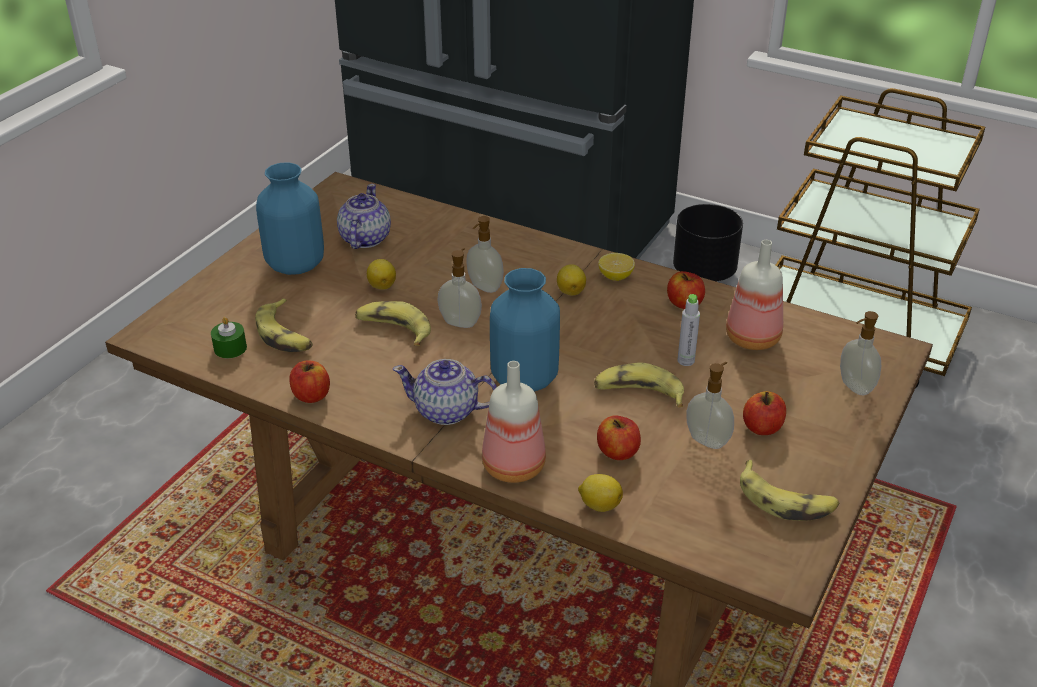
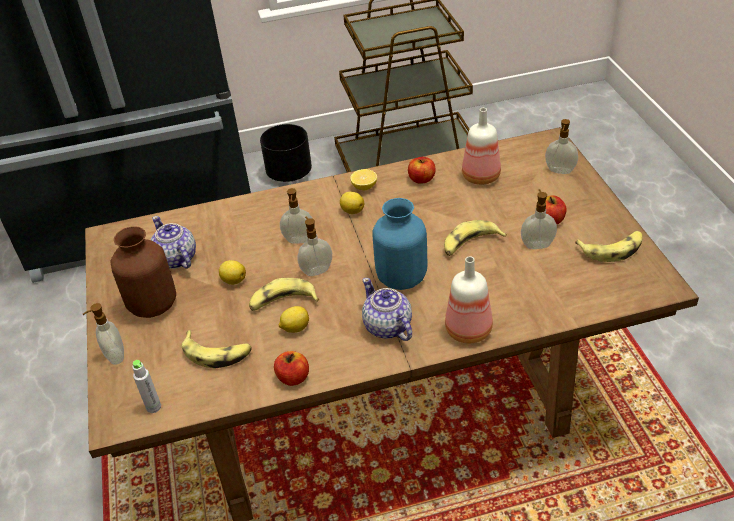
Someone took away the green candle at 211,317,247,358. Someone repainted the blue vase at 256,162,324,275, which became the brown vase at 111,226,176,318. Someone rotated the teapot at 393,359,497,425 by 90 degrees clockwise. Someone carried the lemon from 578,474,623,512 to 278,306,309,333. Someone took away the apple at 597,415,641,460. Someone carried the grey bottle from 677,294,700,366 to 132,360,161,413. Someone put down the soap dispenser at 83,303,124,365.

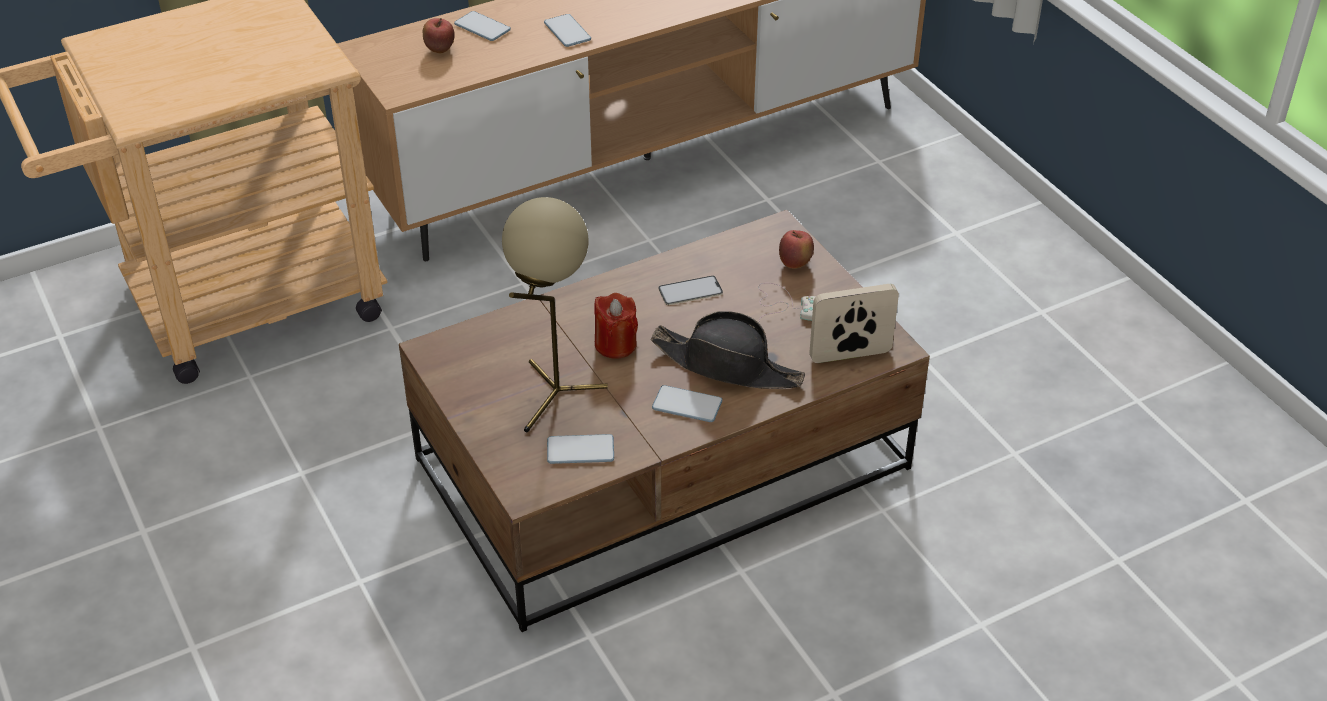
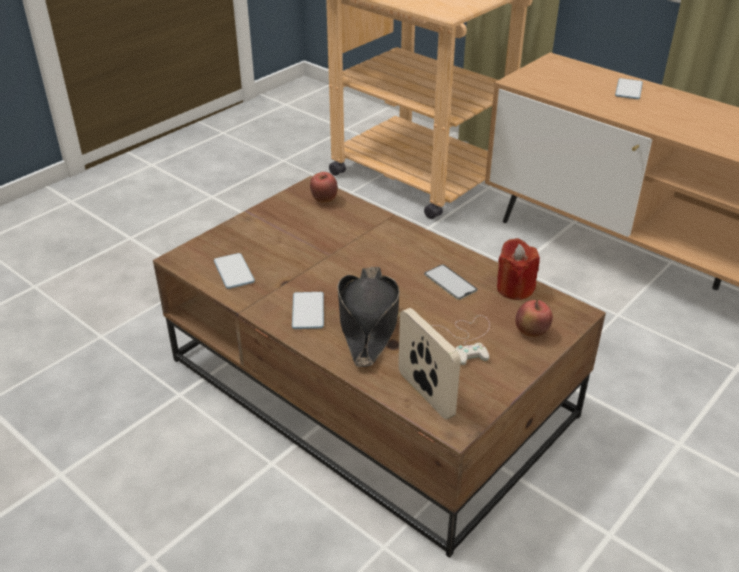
Someone carried the apple from 423,18,455,53 to 310,172,338,203. Someone took away the beige table lamp at 502,197,608,432. Someone took away the phone at 544,14,591,47. Someone carried the red candle from 594,293,638,359 to 497,238,540,300.

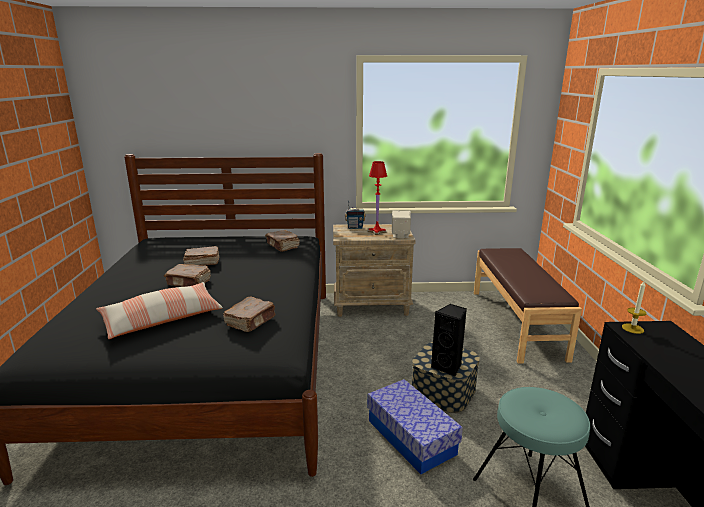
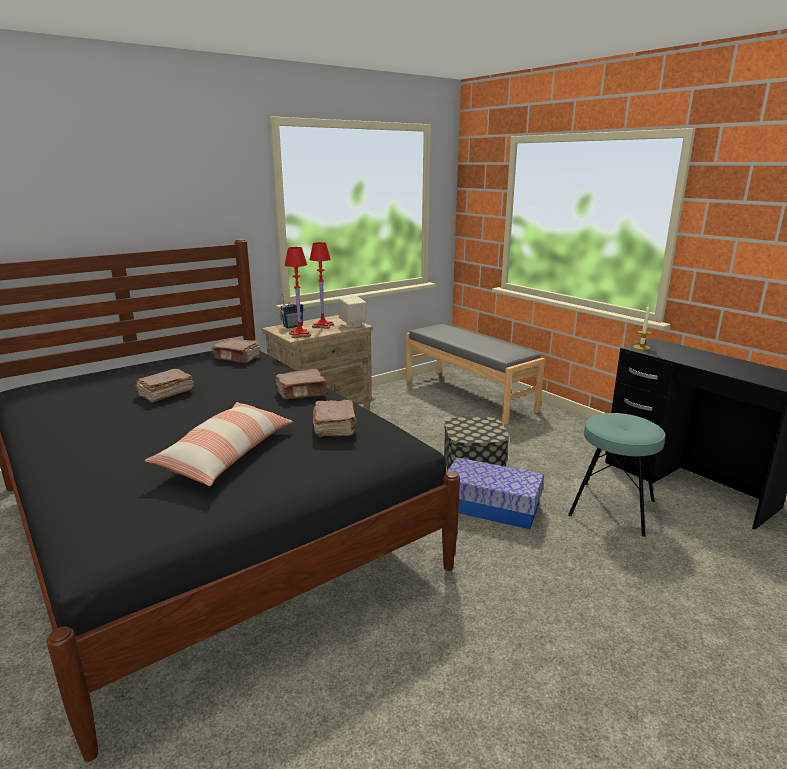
Someone carried the brown book from 164,264,211,287 to 276,369,328,399. Someone took away the black speaker at 431,304,467,377. Someone repainted the brown bench at 474,248,582,364, which became the grey bench at 406,324,545,425. Someone put down the red table lamp at 285,247,311,338.

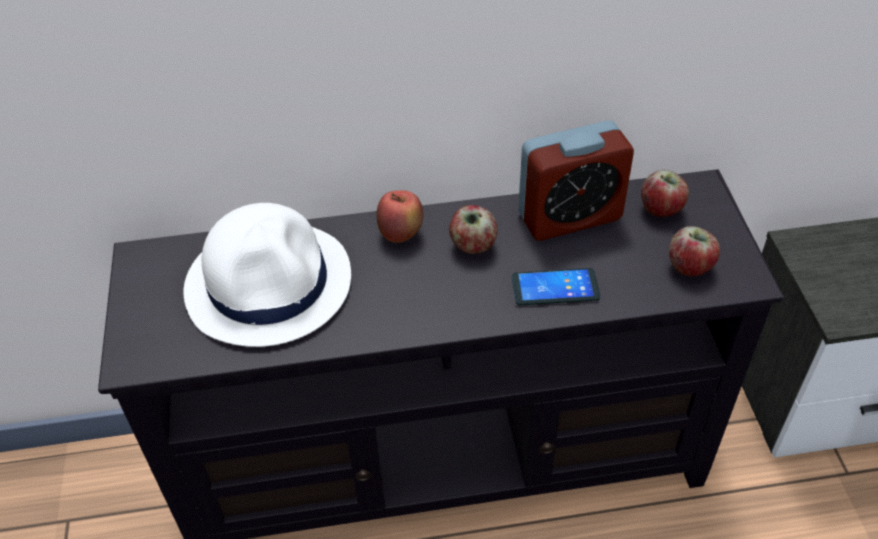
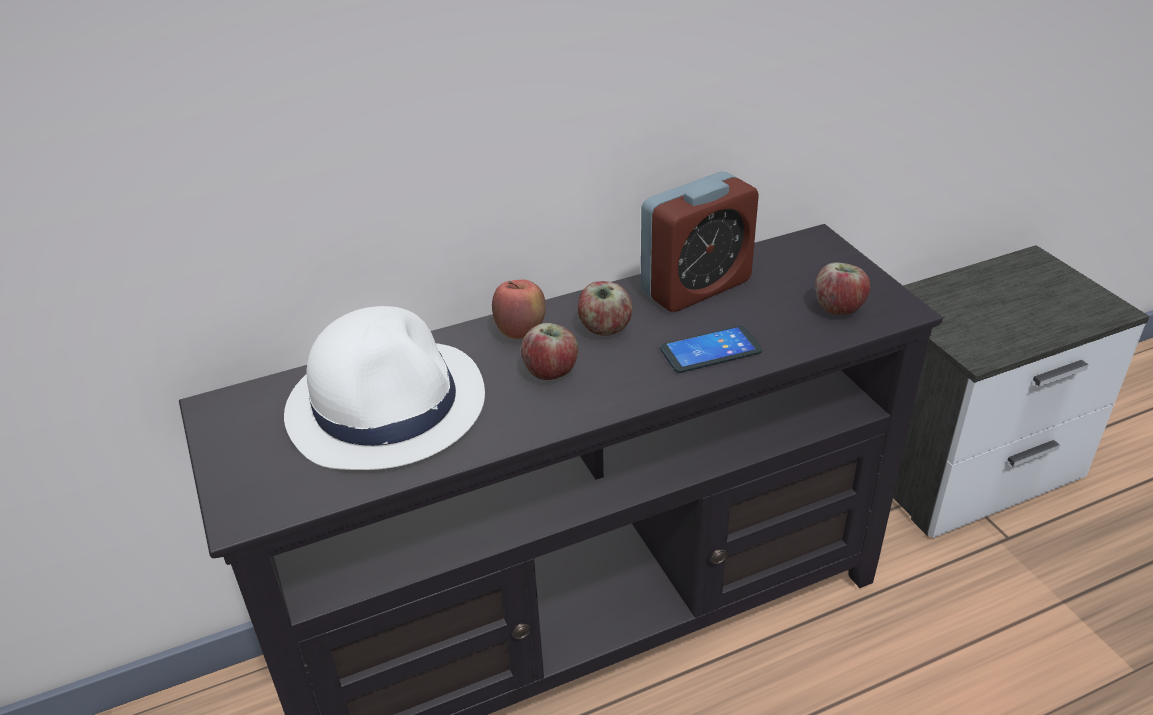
Someone carried the apple from 641,170,689,217 to 521,323,578,380.

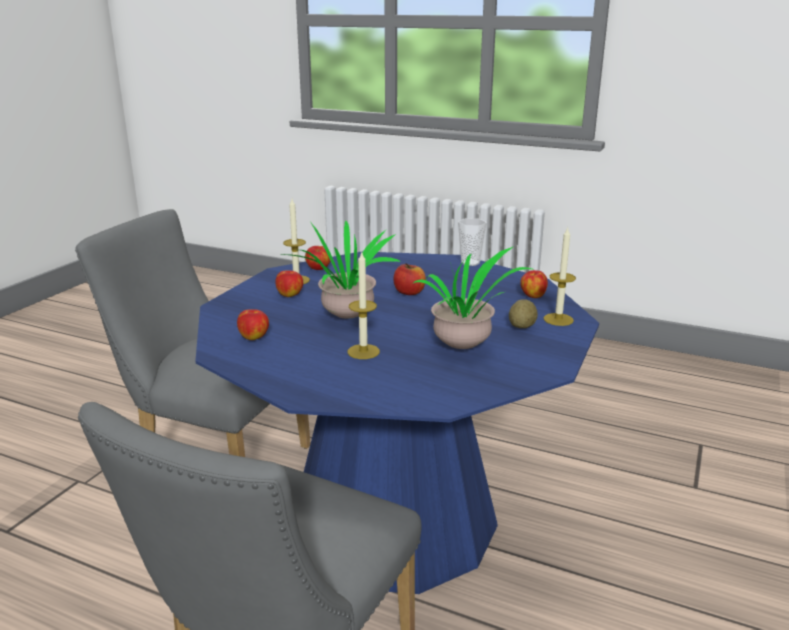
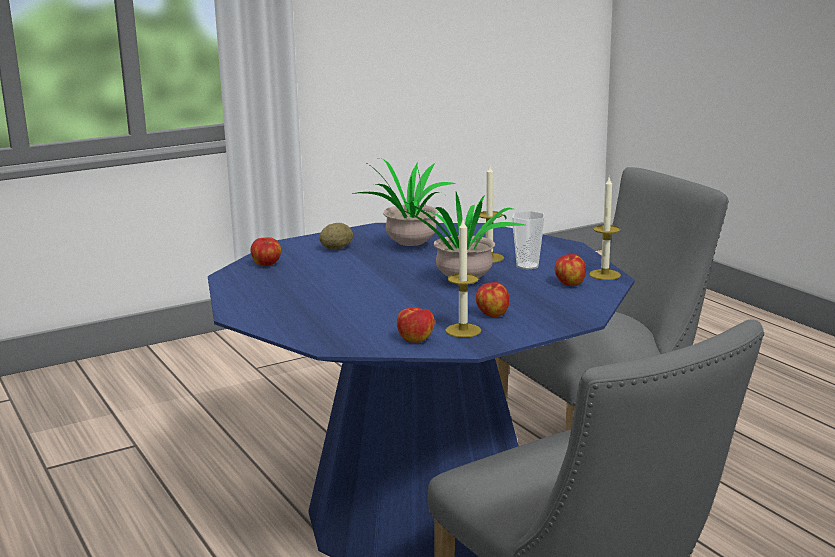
Someone took away the apple at 394,263,426,295. Someone carried the cup from 458,218,487,266 to 512,211,545,270. Someone carried the candle from 543,228,576,326 to 589,177,621,280.

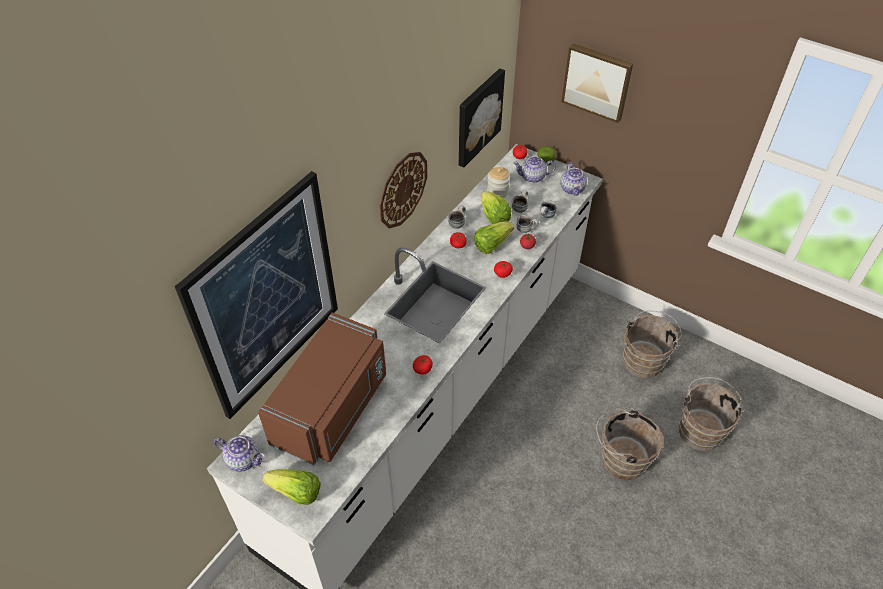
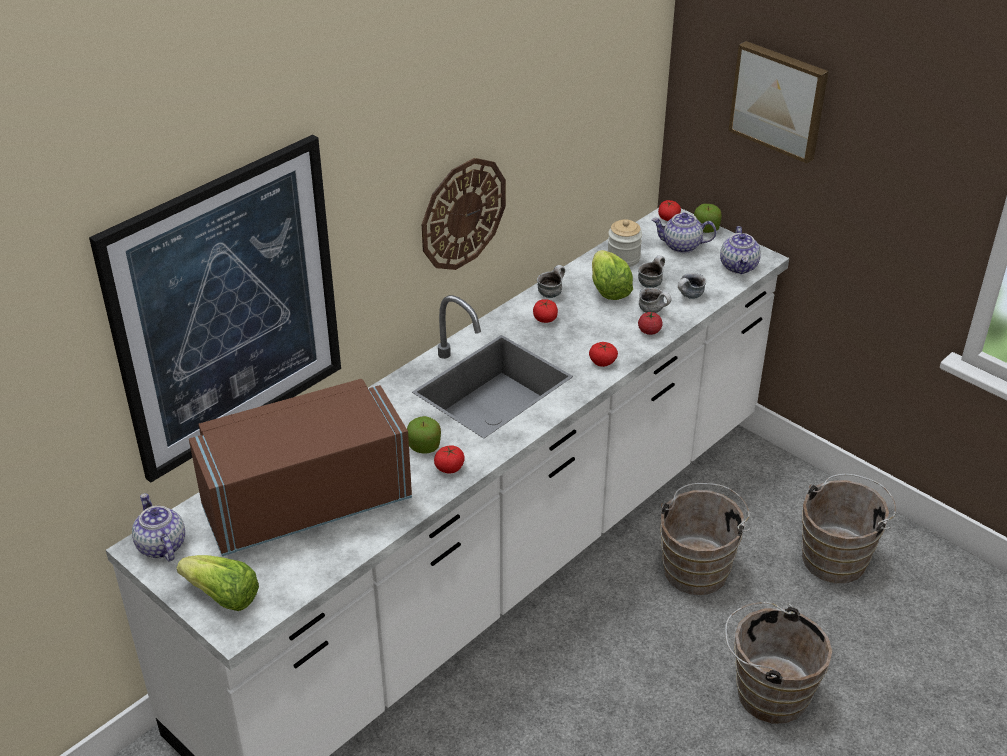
Someone rotated the teapot at 214,435,265,471 by 150 degrees counterclockwise. Someone rotated the brown microwave at 258,312,386,466 by 150 degrees counterclockwise. Someone took away the picture at 459,68,505,168. Someone took away the lettuce at 474,222,514,254. Someone carried the brown bucket from 679,377,745,451 to 660,483,750,595. Someone put down the apple at 407,416,441,454.

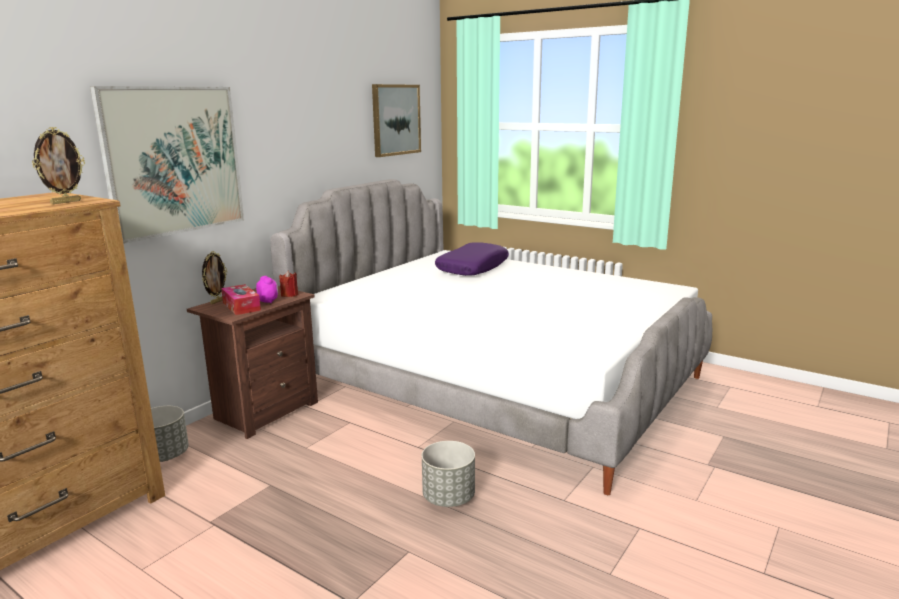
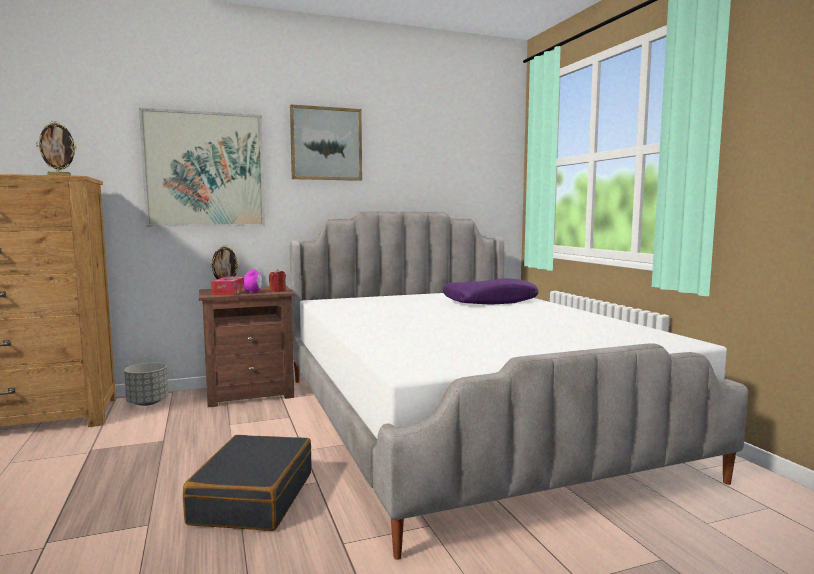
Someone carried the picture from 372,84,421,157 to 290,104,362,181. Someone swapped the grey planter at 422,441,475,507 for the black suitcase at 183,435,312,531.

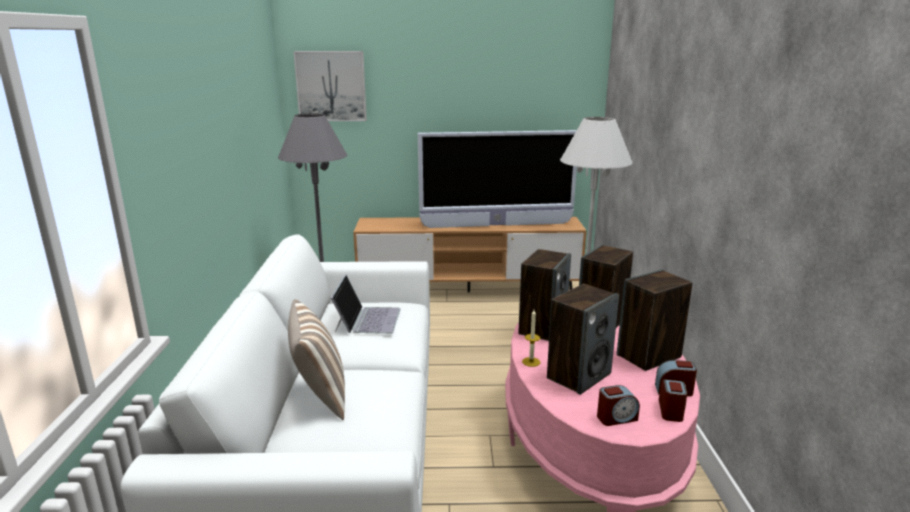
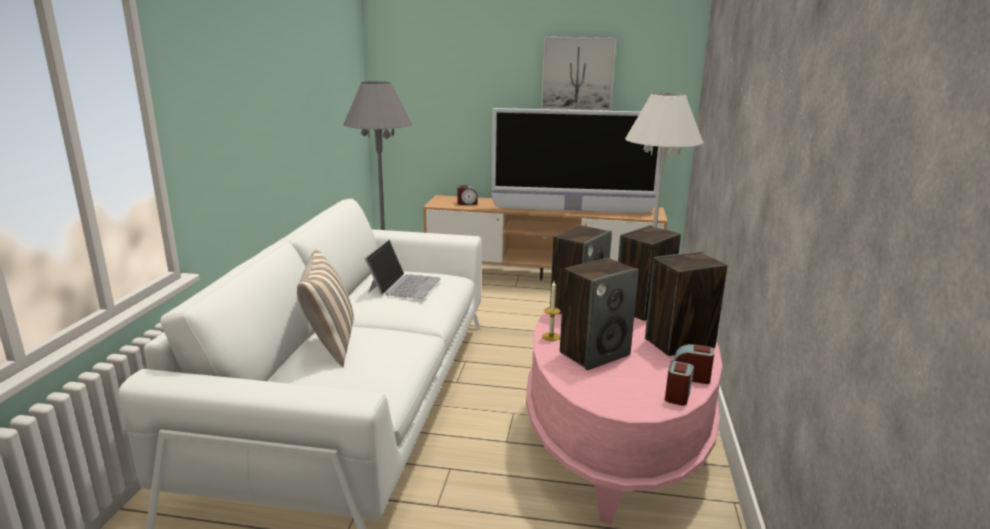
Someone carried the picture from 293,51,367,121 to 541,37,616,111. Someone carried the alarm clock from 597,385,640,426 to 457,185,478,205.

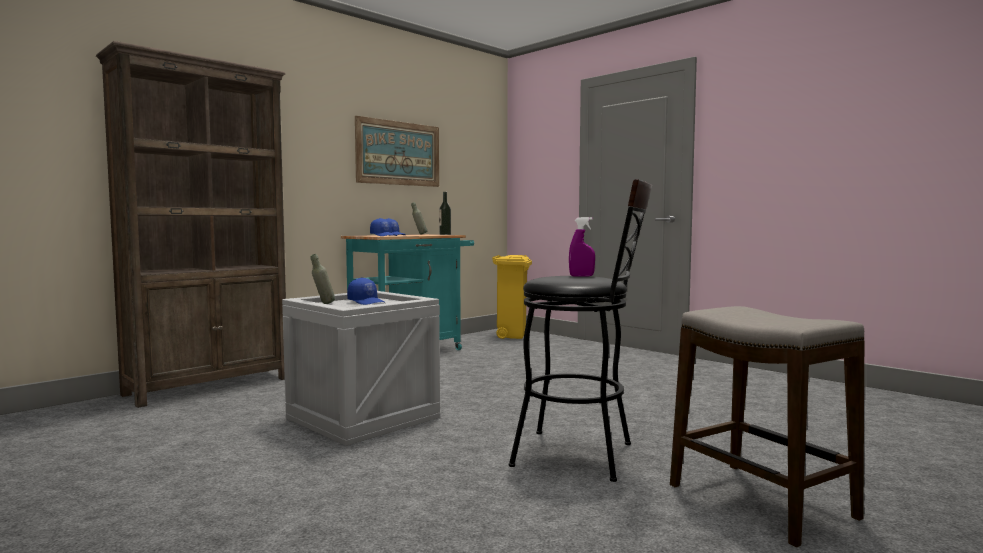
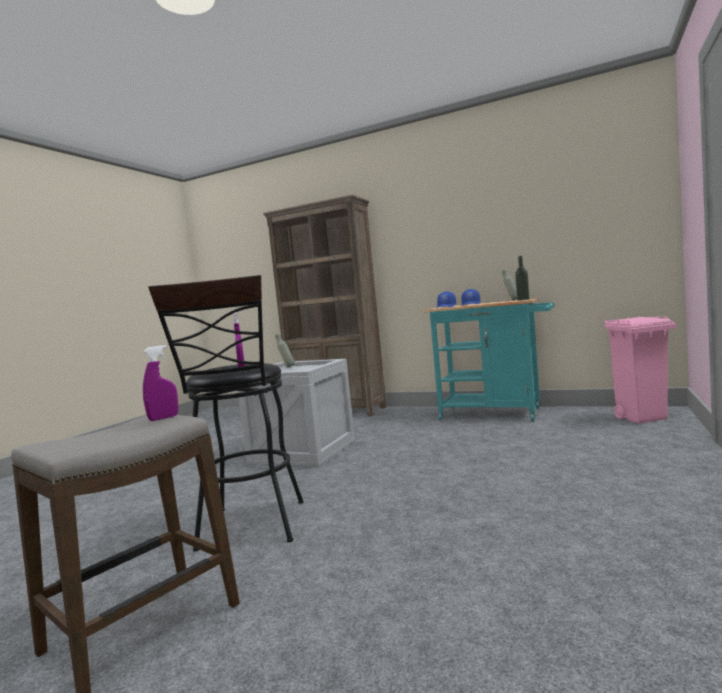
Someone took away the blue cap at 347,277,384,305. Someone took away the picture at 355,116,439,187. Someone repainted the yellow trash can at 492,255,532,339, which became the pink trash can at 604,316,676,424. Someone put down the purple spray bottle at 143,345,178,421.

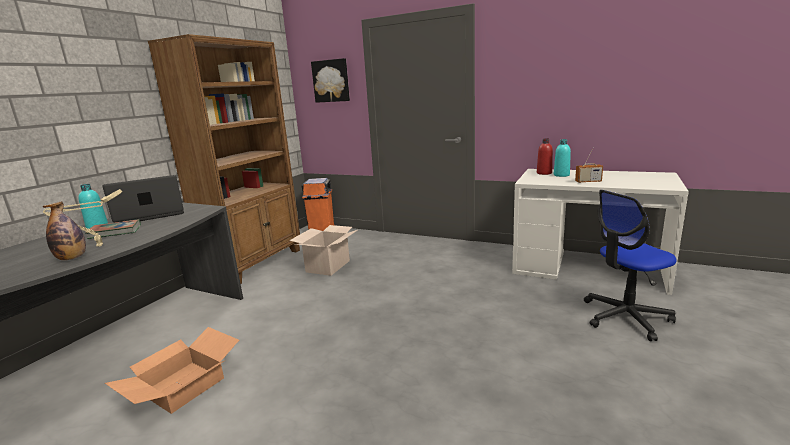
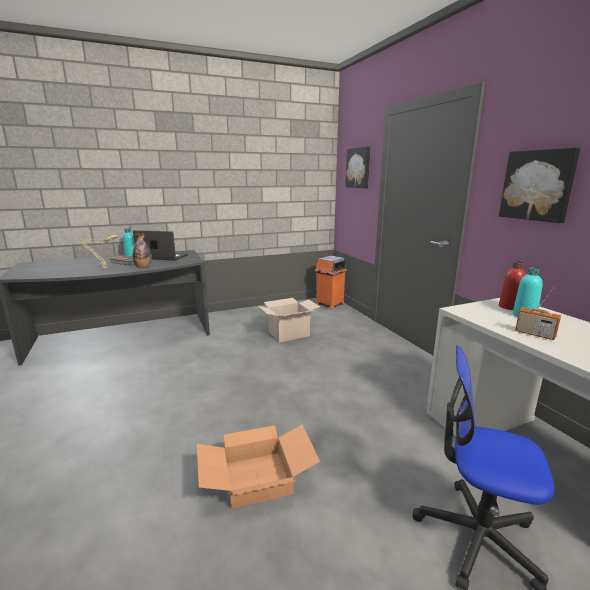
Someone carried the bottle from 43,201,86,260 to 133,233,152,268. Someone carried the cardboard box from 105,327,239,414 to 197,425,320,509. Someone took away the brown bookcase at 148,34,300,284. Someone put up the picture at 499,148,580,223.

